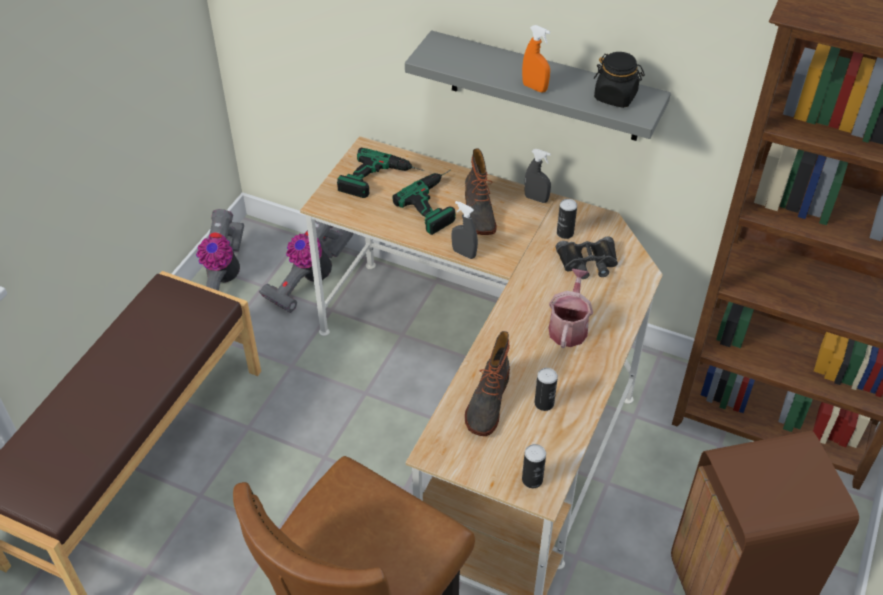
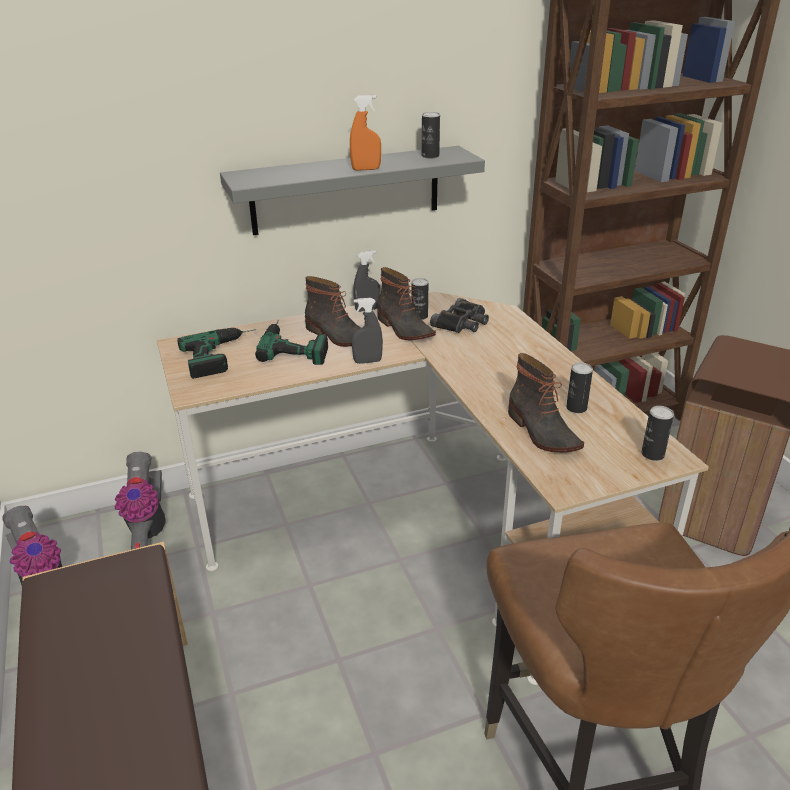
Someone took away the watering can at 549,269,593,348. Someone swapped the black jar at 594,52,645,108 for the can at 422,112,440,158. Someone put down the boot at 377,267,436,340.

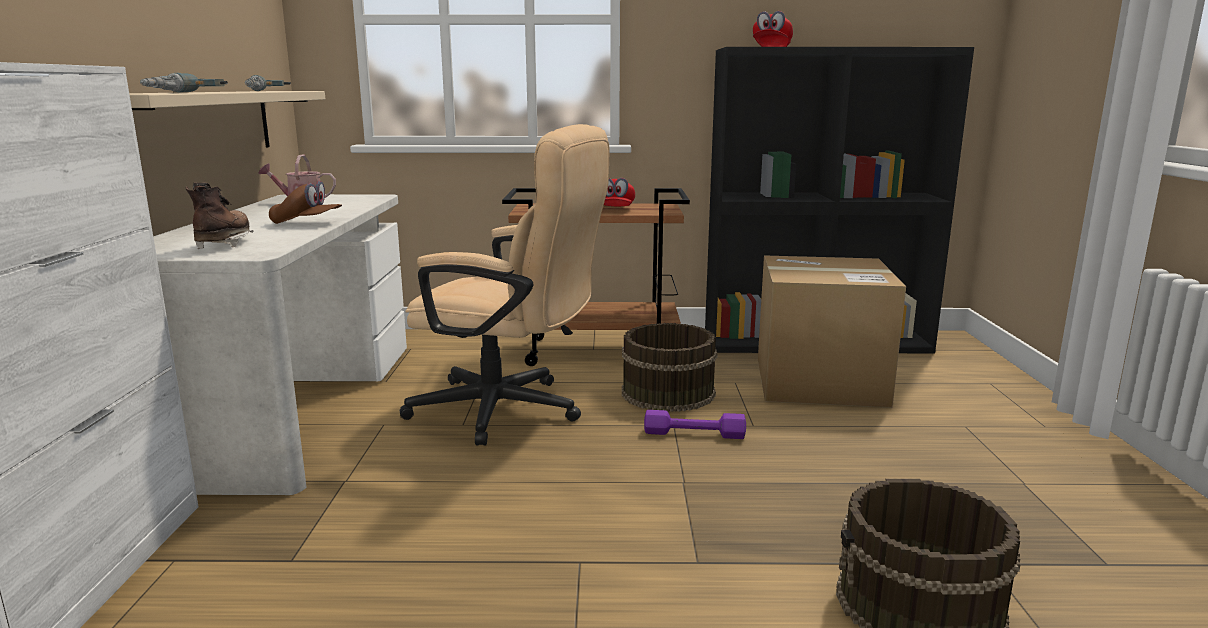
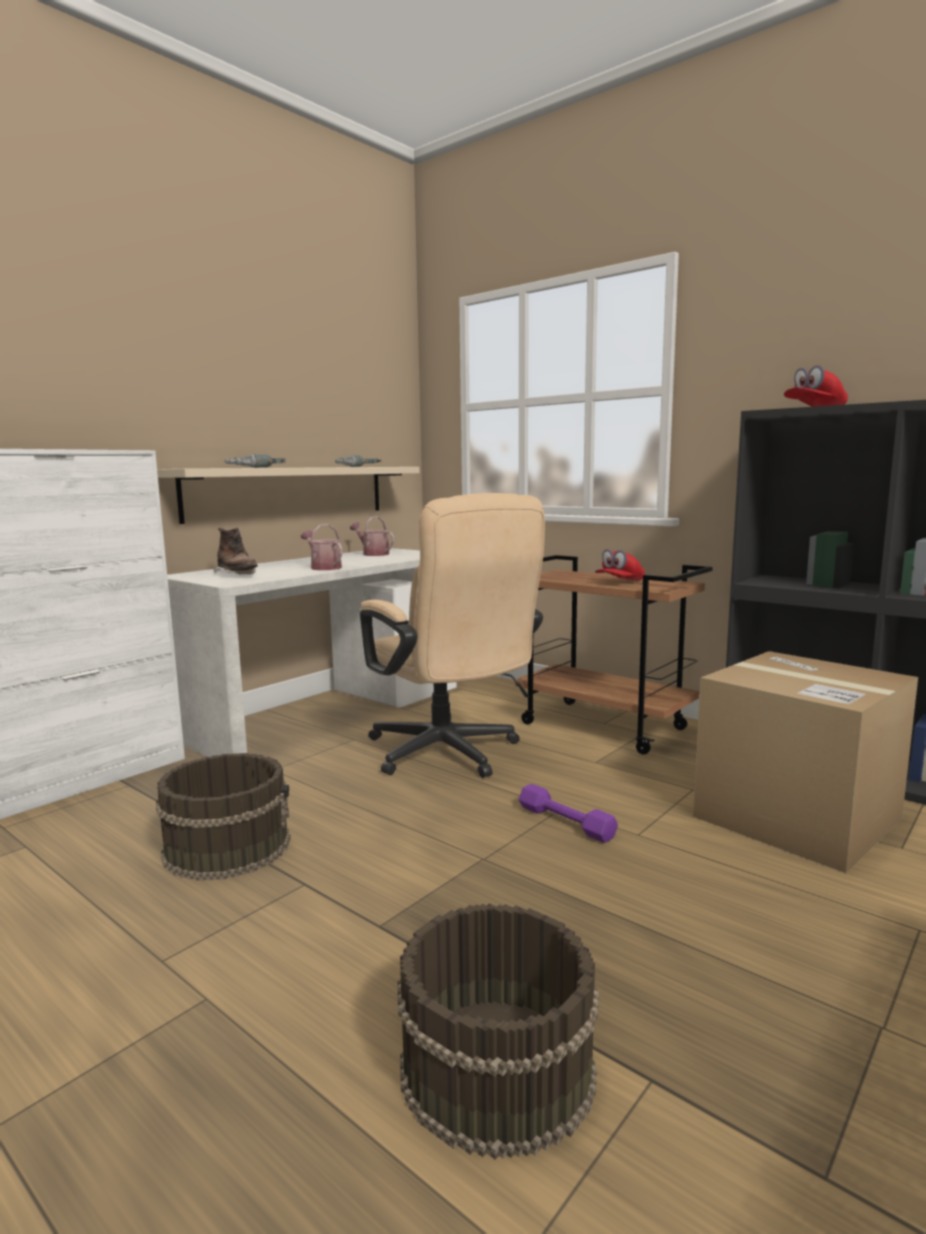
Someone rotated the brown boot at 185,182,253,249 by 105 degrees clockwise. Someone swapped the brown cap at 269,181,342,224 for the watering can at 301,524,342,570. Someone carried the brown bucket from 622,323,718,412 to 156,753,291,881.

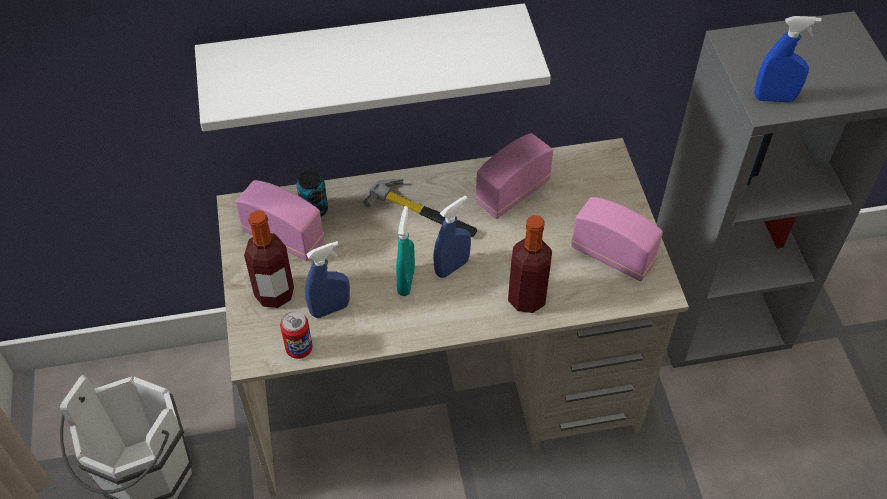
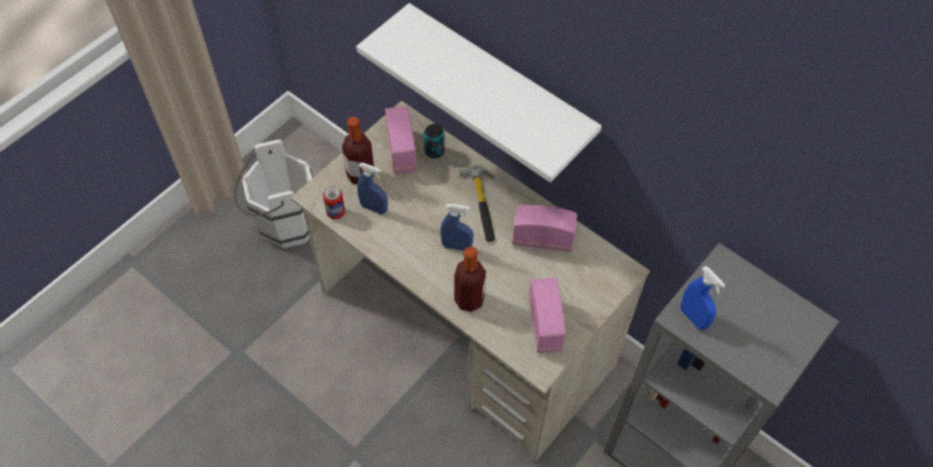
Someone took away the turquoise spray bottle at 396,206,415,296.

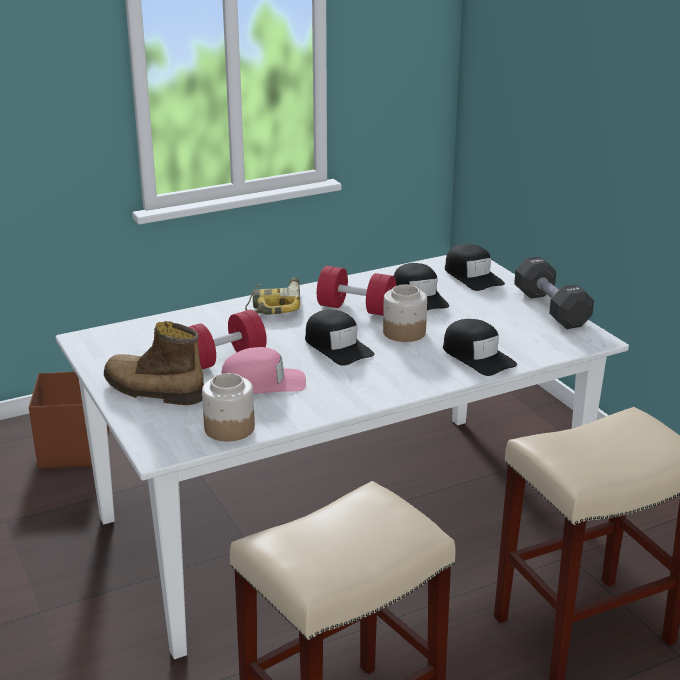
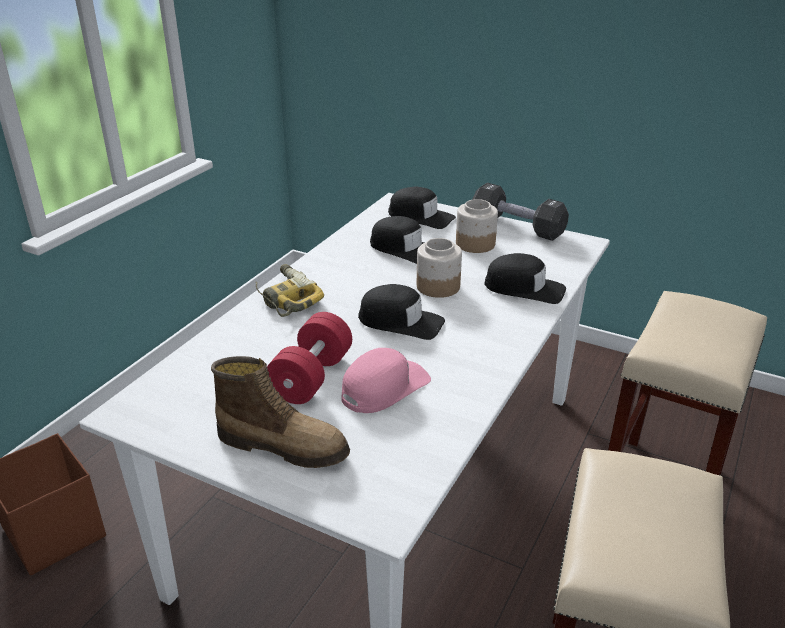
Someone rotated the boot at 104,321,204,405 by 150 degrees counterclockwise. Someone carried the jar from 202,373,255,441 to 456,199,498,253. Someone took away the red dumbbell at 317,266,396,316.

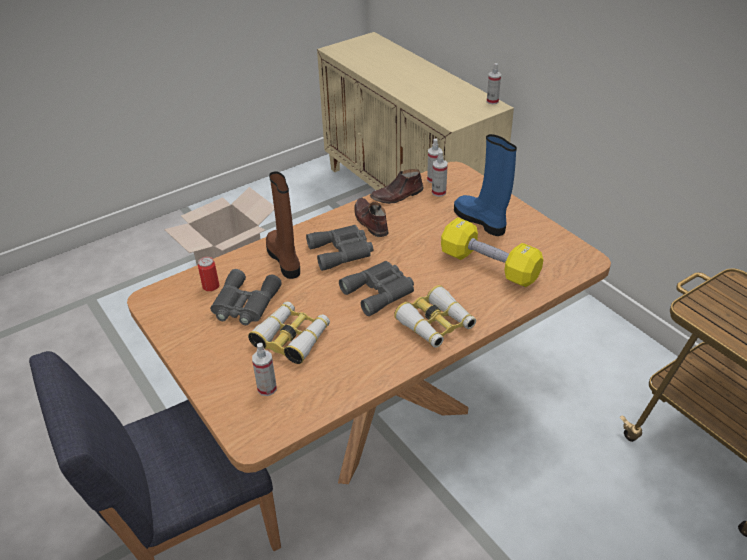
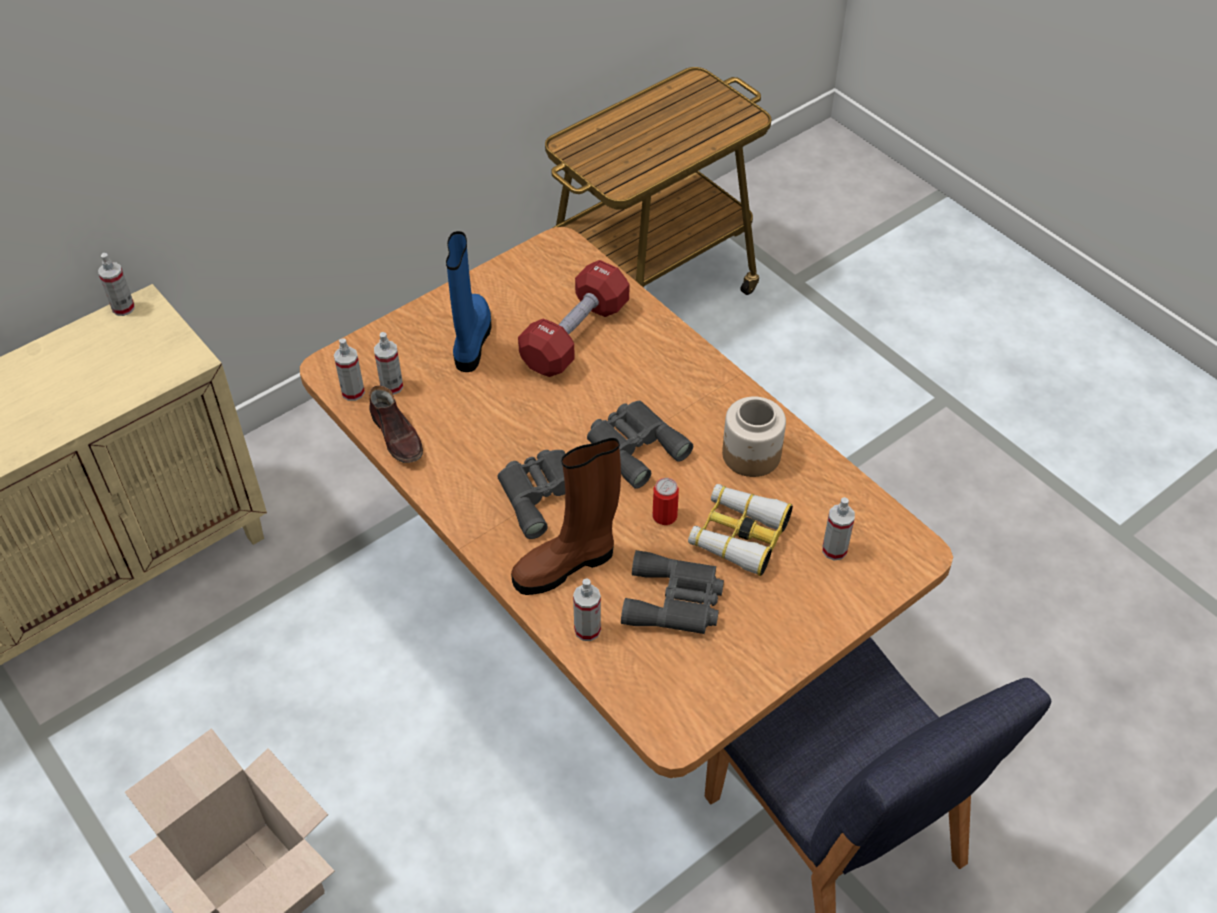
Someone carried the can from 198,257,219,291 to 652,478,679,525. Someone took away the brown shoe at 355,198,388,237. Someone took away the binoculars at 394,285,476,348. Someone repainted the yellow dumbbell at 441,217,543,287, which became the red dumbbell at 518,260,629,377. Someone rotated the blue boot at 454,134,517,236 by 135 degrees clockwise. Someone put down the spray bottle at 573,578,601,641. Someone put down the jar at 722,396,786,477.

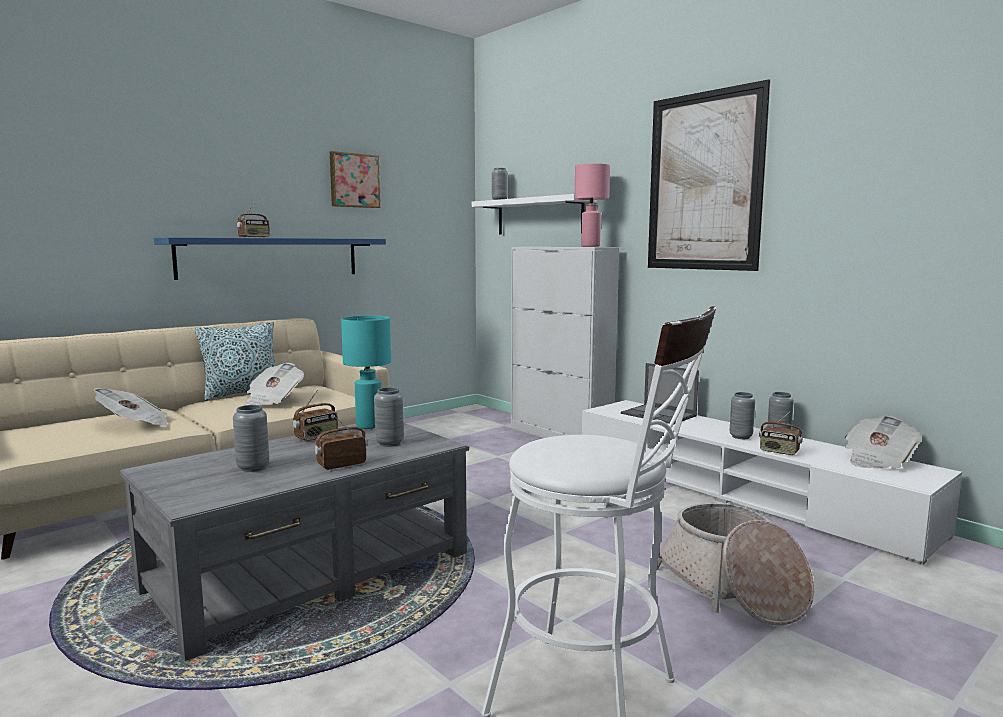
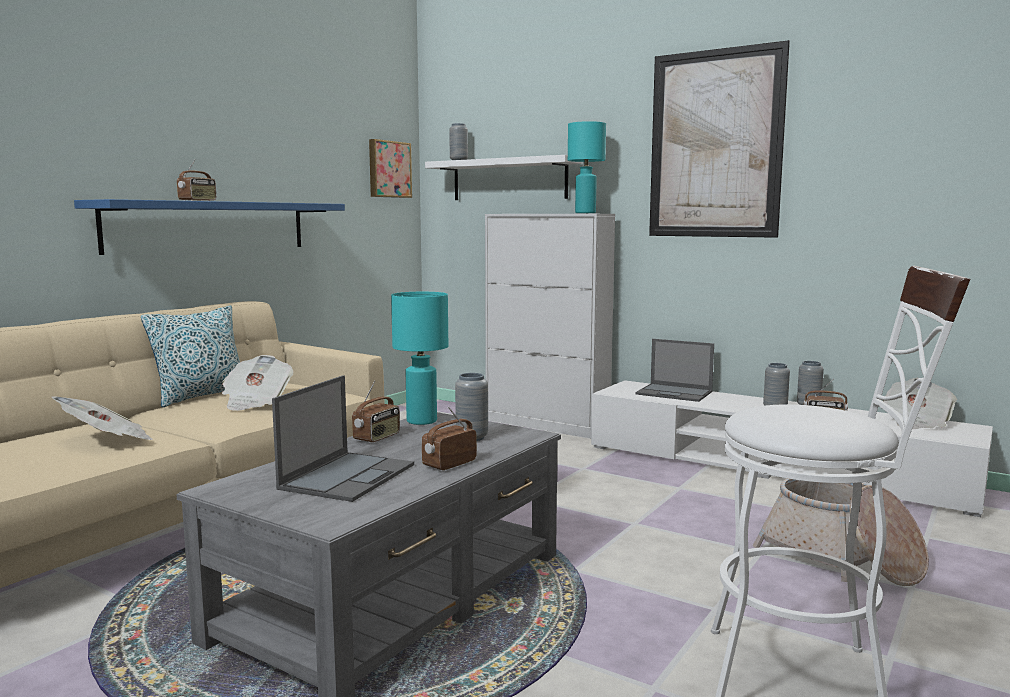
Someone swapped the grey vase at 233,405,269,472 for the laptop at 272,375,414,502. Someone carried the picture from 330,151,381,208 to 369,139,412,198. Someone repainted the pink table lamp at 574,164,610,247, which became the turquoise table lamp at 568,121,606,213.

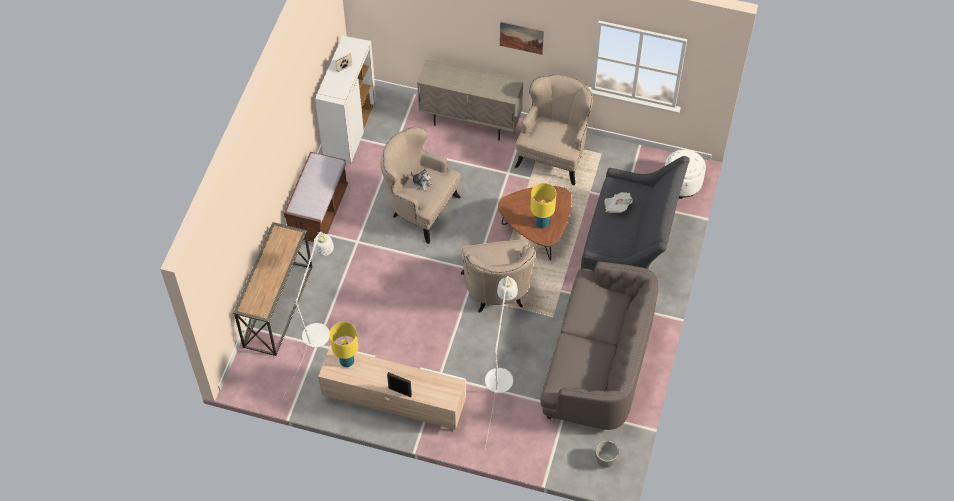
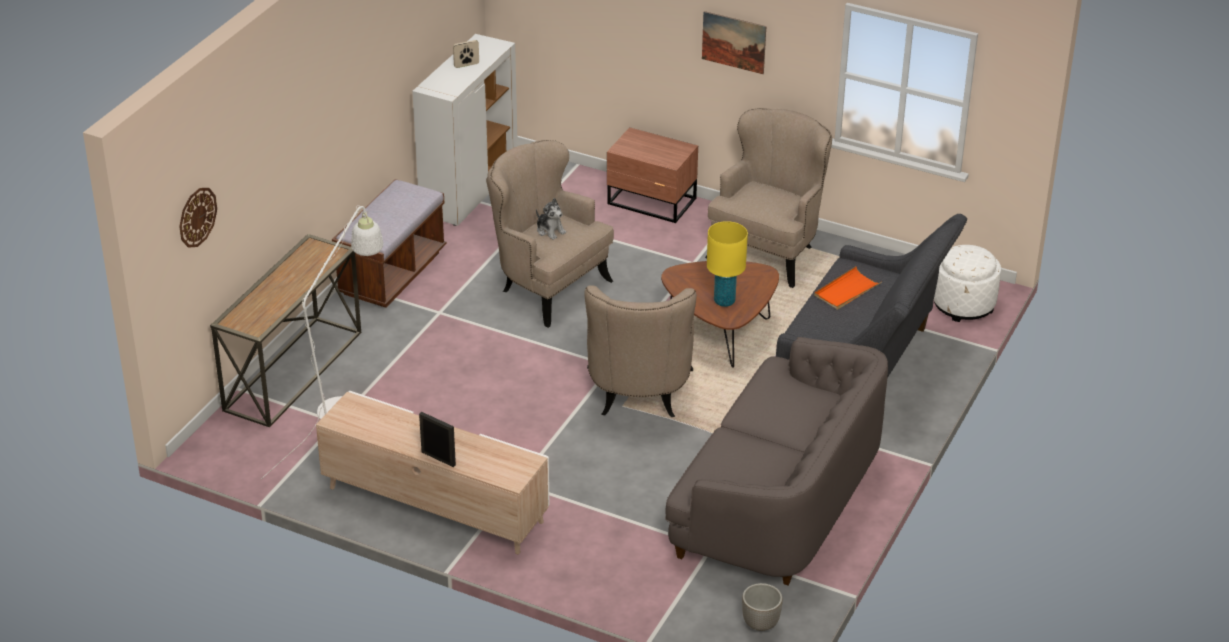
Someone took away the yellow table lamp at 329,322,358,367. Someone swapped the beige cabinet at 417,59,524,140 for the brown nightstand at 607,127,698,223. Someone took away the white floor lamp at 485,276,518,448. Someone swapped the newspaper at 604,192,633,213 for the orange tray at 814,267,882,310. Someone put up the wall clock at 179,188,217,248.

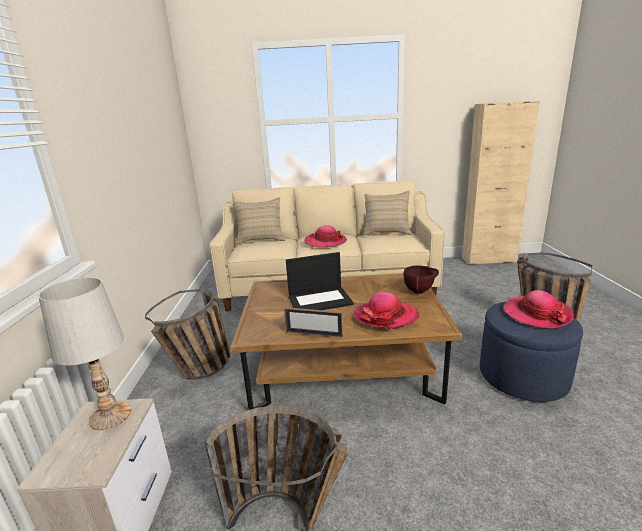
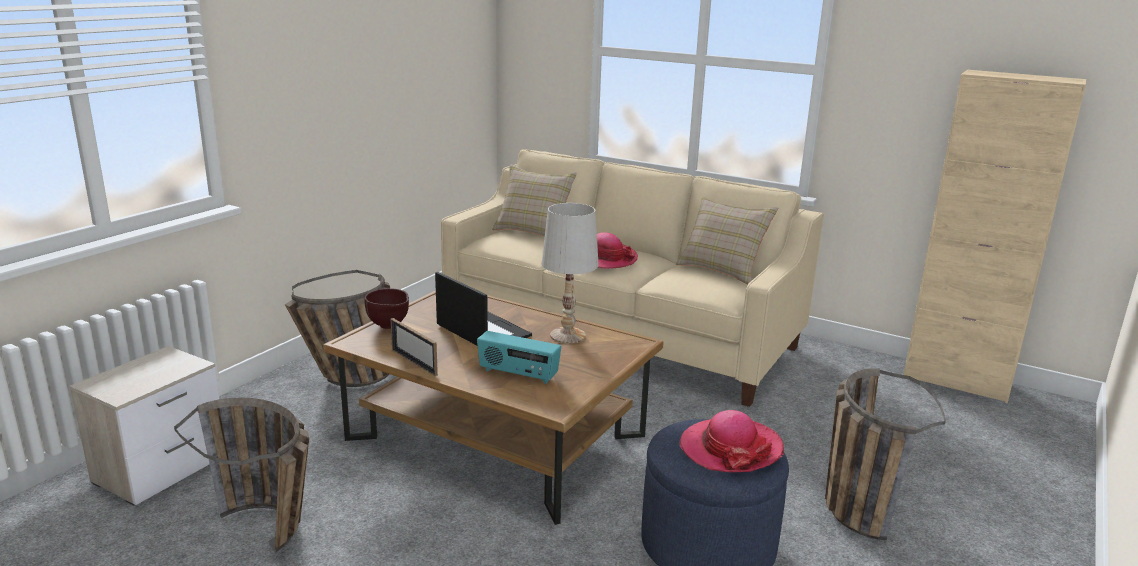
Someone carried the white table lamp from 38,278,132,430 to 542,203,599,344. Someone rotated the laptop at 286,252,354,310 by 150 degrees counterclockwise. Someone swapped the hat at 353,292,419,329 for the radio at 477,331,561,384. Someone carried the brown bowl from 403,266,439,294 to 364,288,409,329.

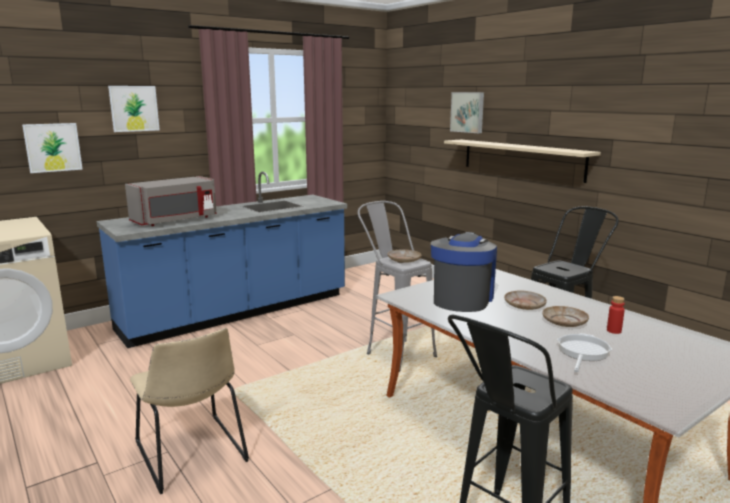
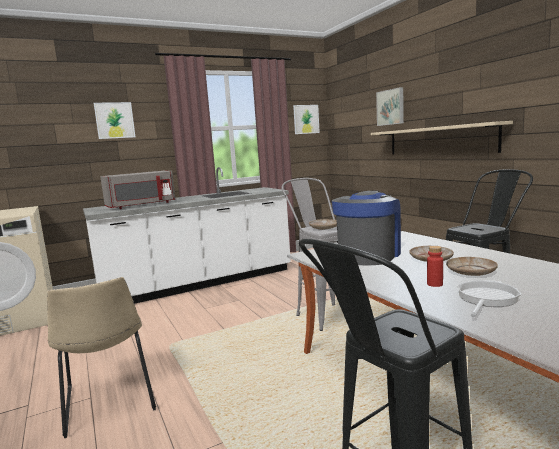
Someone carried the picture from 22,123,83,173 to 293,105,320,134. Someone repainted the blue counter at 97,172,347,348, which became the white counter at 83,167,291,304. Someone carried the red bottle from 607,296,625,334 to 427,246,443,287.

